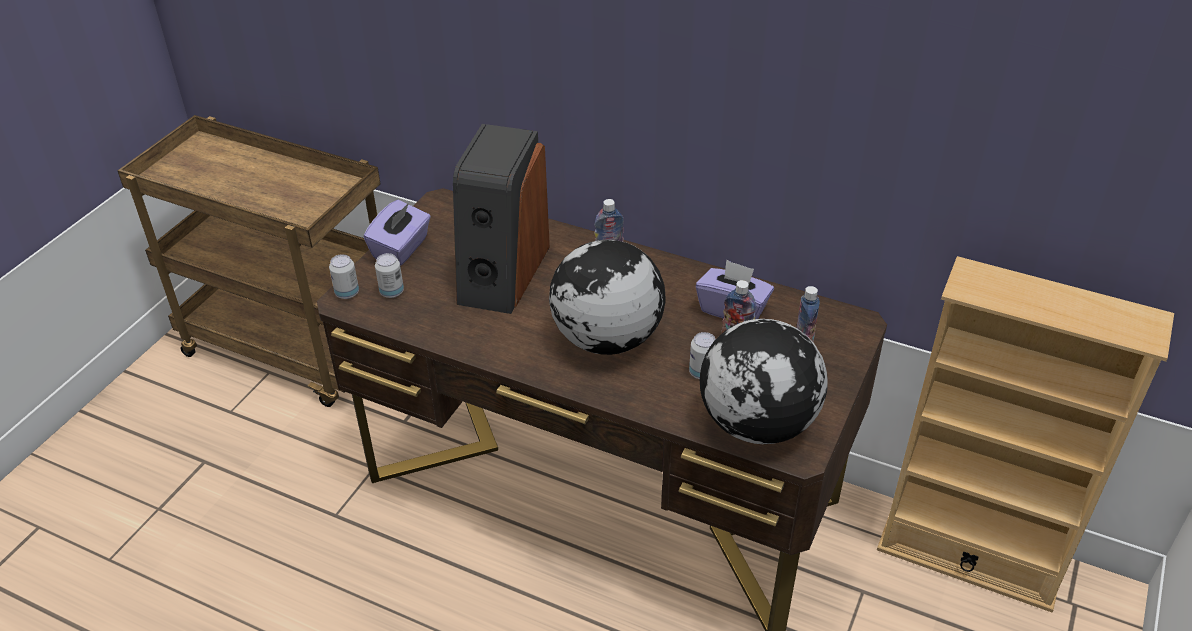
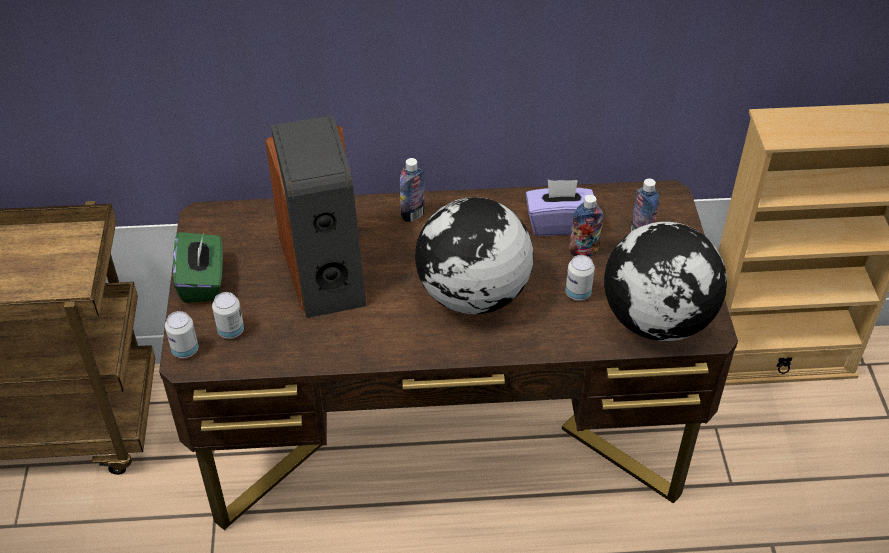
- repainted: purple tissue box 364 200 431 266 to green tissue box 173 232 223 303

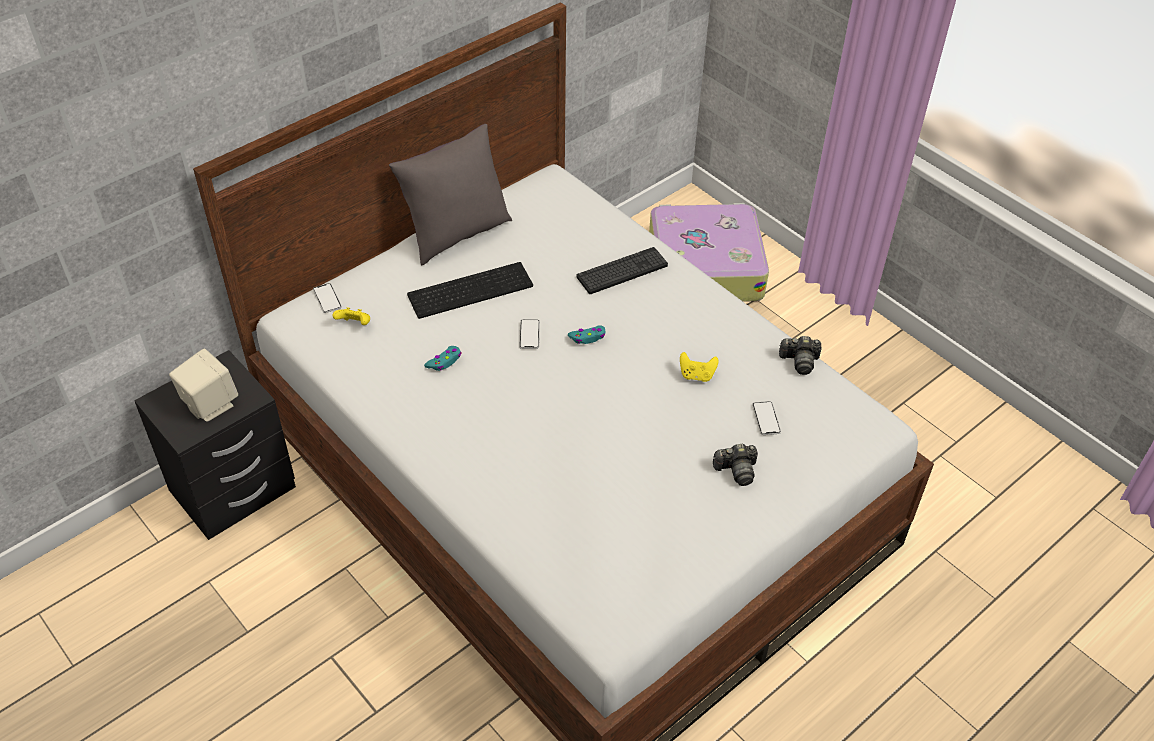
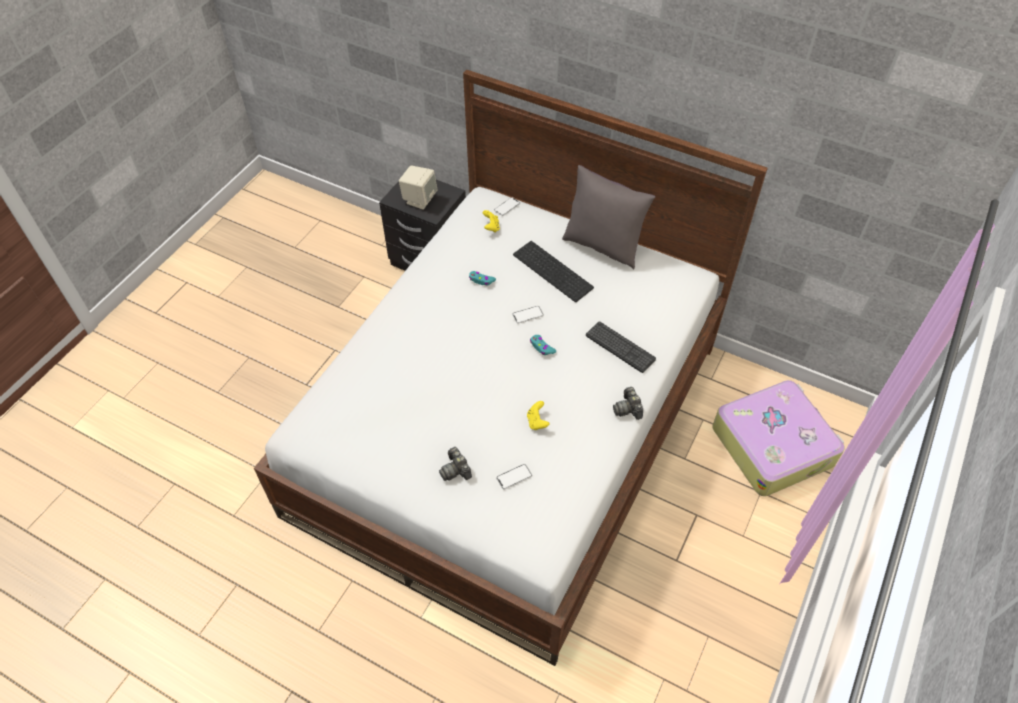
- shifted: photo camera 779 336 821 375 to 613 387 643 420

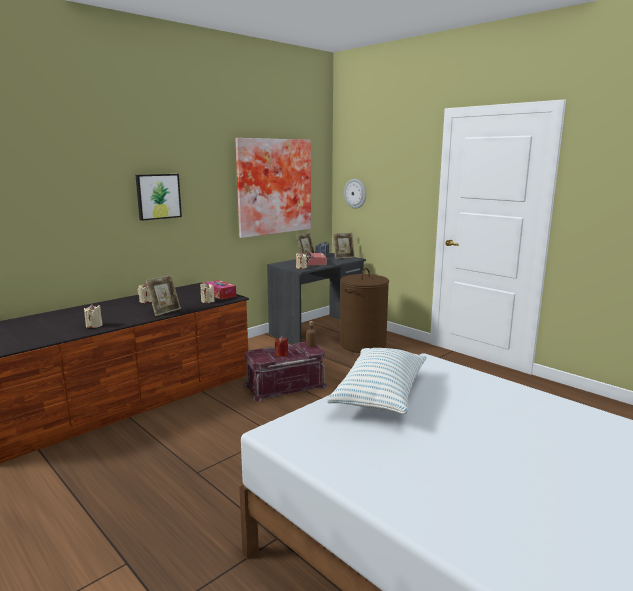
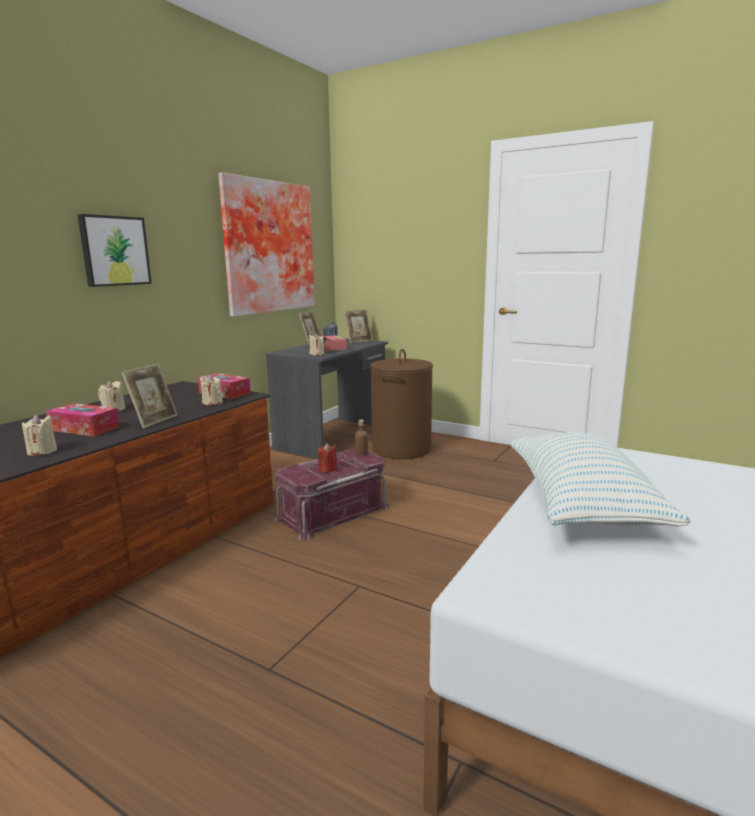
- gone: wall clock 344 179 366 209
- new: tissue box 46 403 119 437

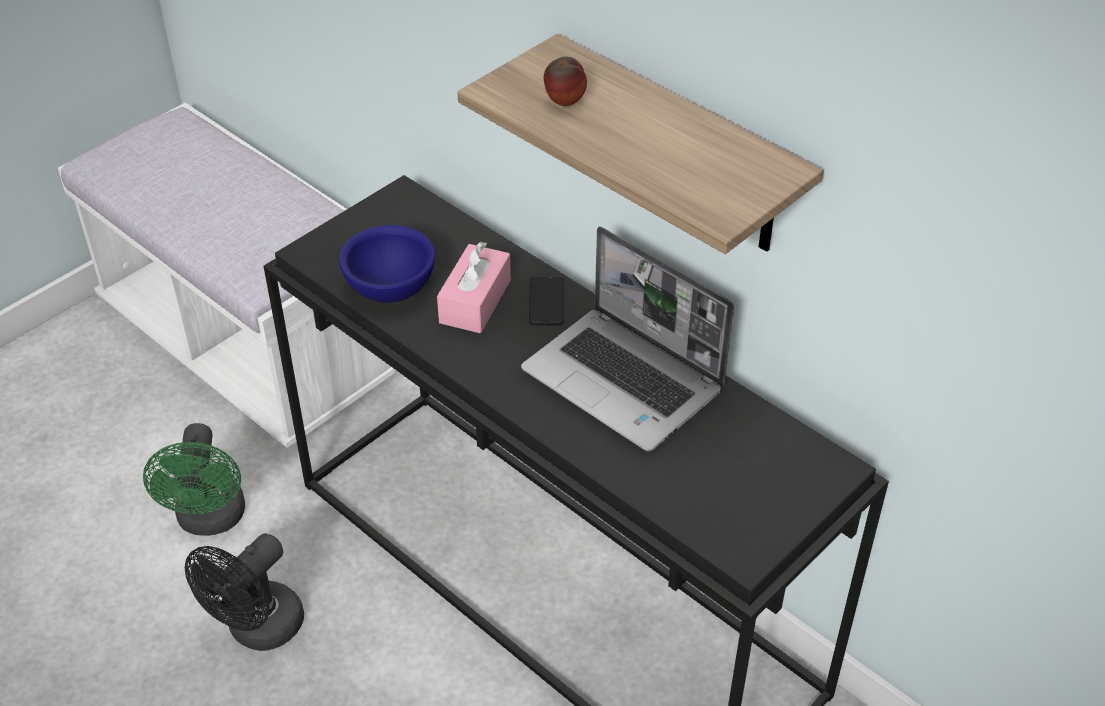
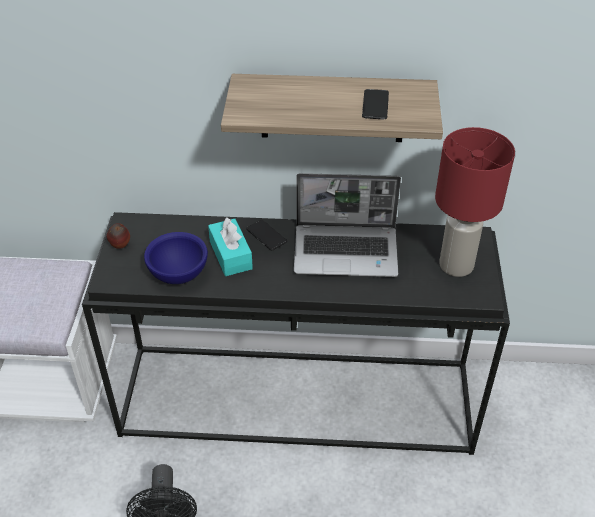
- gone: green fan 143 423 245 536
- new: phone 362 89 389 120
- new: red table lamp 435 127 515 277
- shifted: apple 544 57 587 106 to 107 223 130 249
- repainted: pink tissue box 437 241 511 333 to turquoise tissue box 208 217 253 276

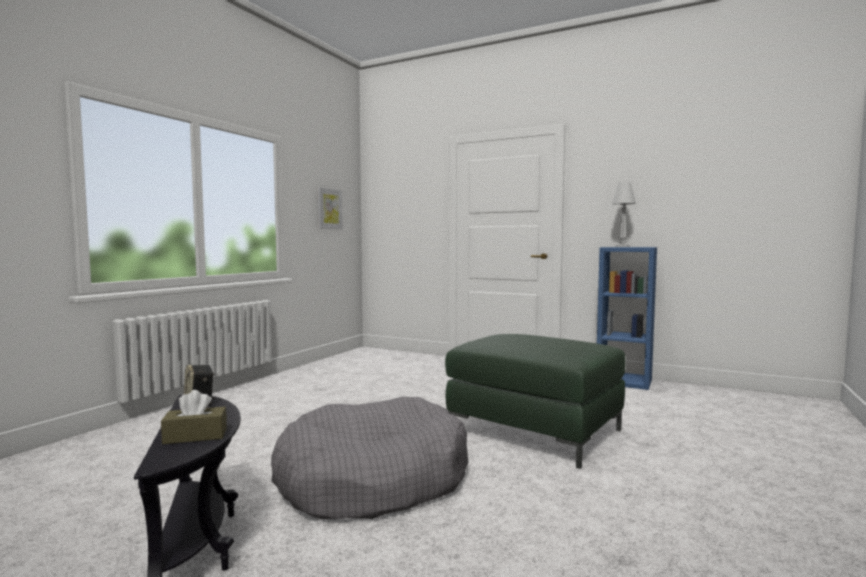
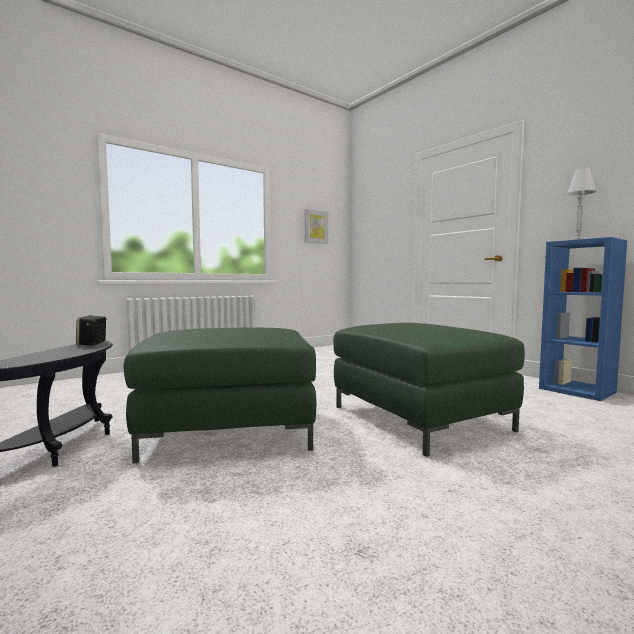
- gone: brown tissue box 161 390 227 444
- swapped: grey dog bed 271 397 468 519 to green ottoman 123 327 316 463

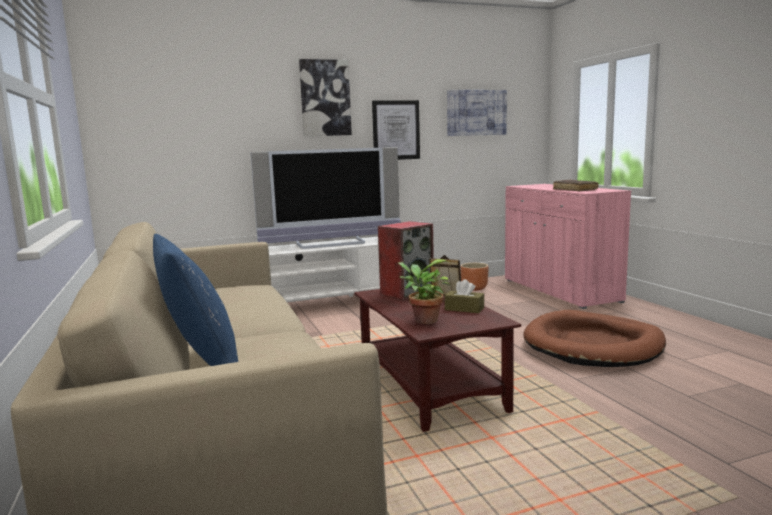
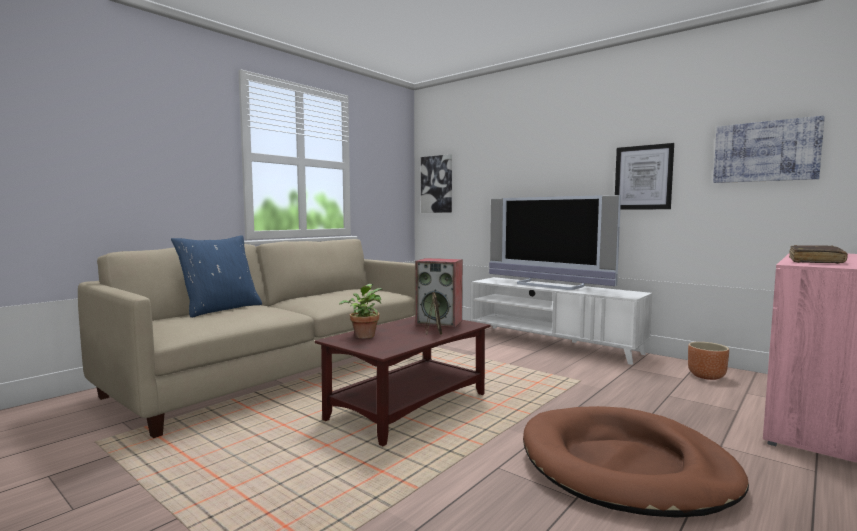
- gone: brown tissue box 445 279 484 313
- shifted: picture 299 59 352 136 to 421 154 452 213

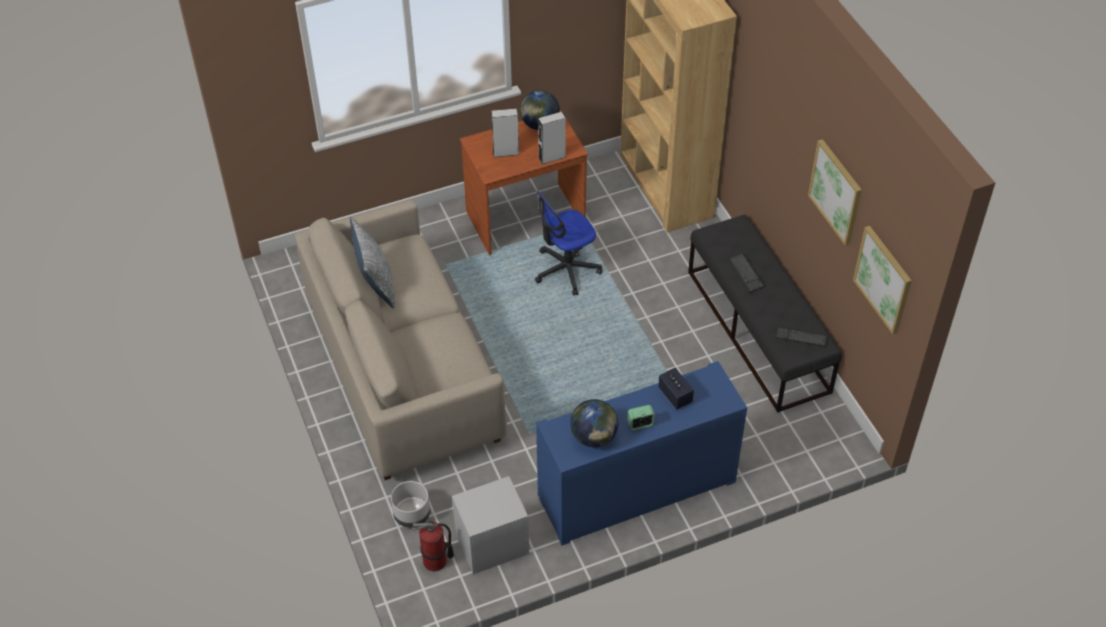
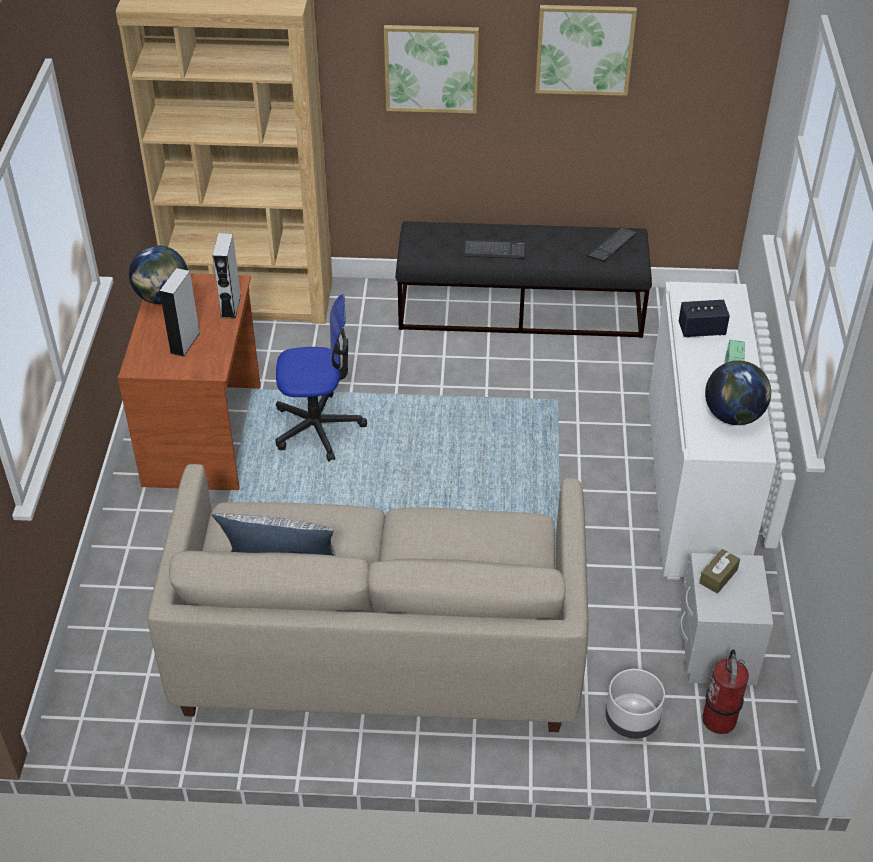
- new: brown tissue box 699 549 740 594
- shifted: picture 853 226 912 334 to 384 25 479 113
- repainted: blue cabinet 536 361 747 545 to white cabinet 648 282 777 580
- rotated: office chair 535 191 602 296 = 275 294 367 461 90 degrees counterclockwise

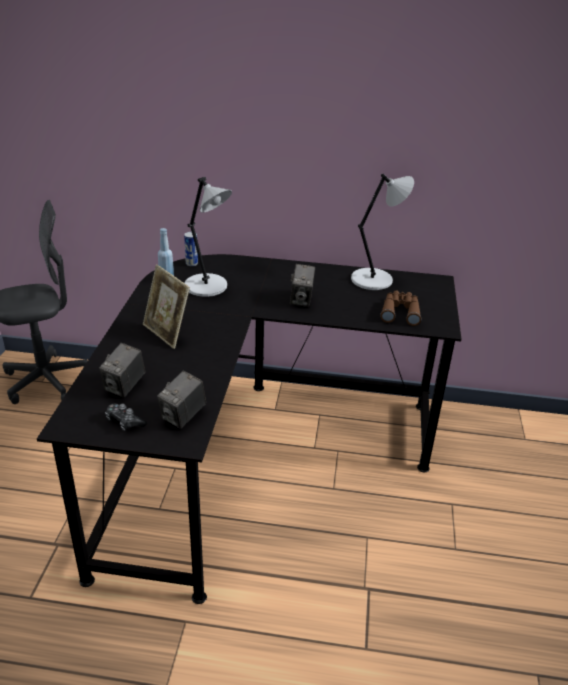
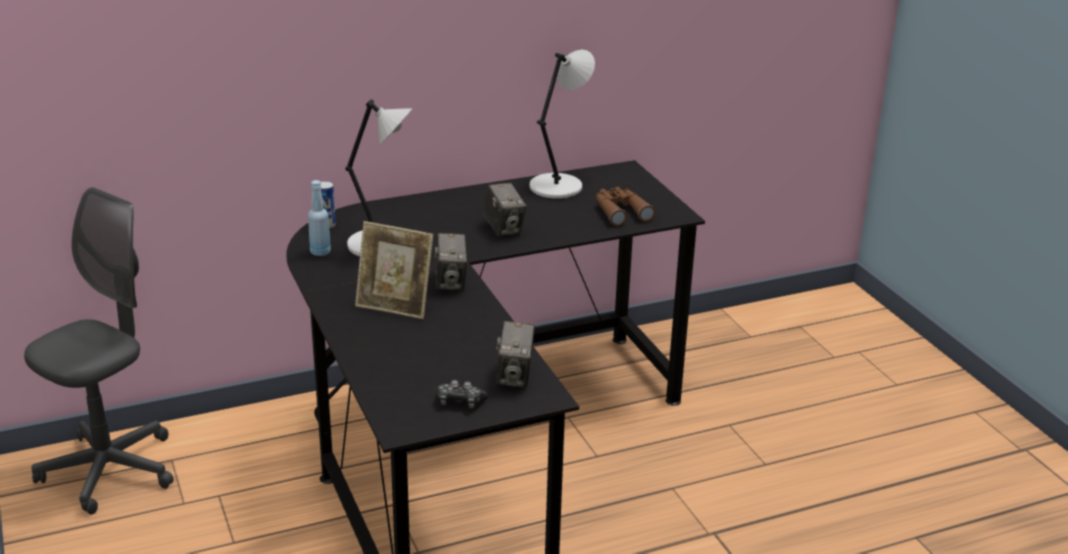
- shifted: photo camera 99 343 145 397 to 435 233 467 291

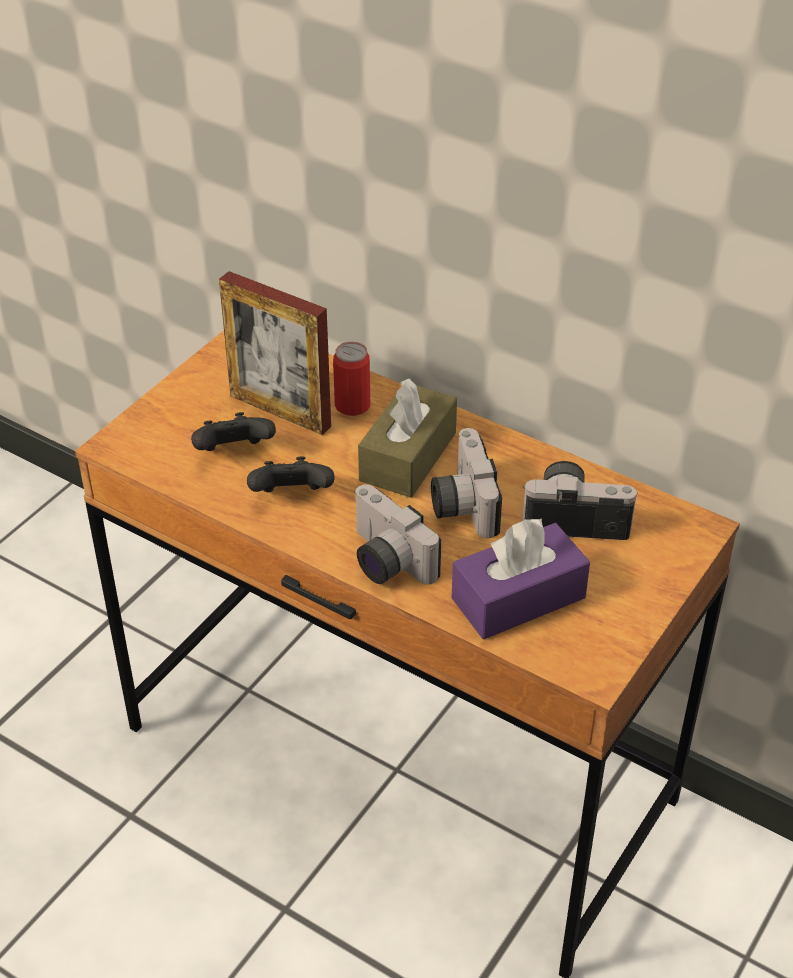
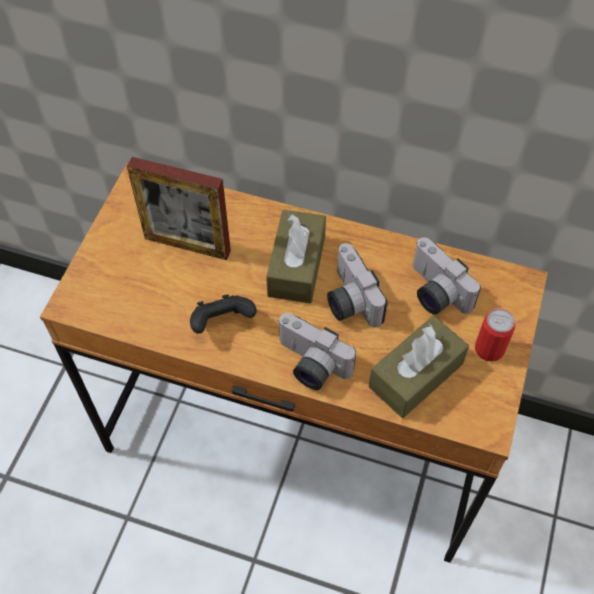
- gone: black game controller 191 412 276 451
- shifted: can 333 342 370 416 to 475 308 515 362
- repainted: purple tissue box 452 519 590 639 to brown tissue box 369 316 469 418
- rotated: photo camera 522 461 638 540 = 413 237 481 315 120 degrees counterclockwise

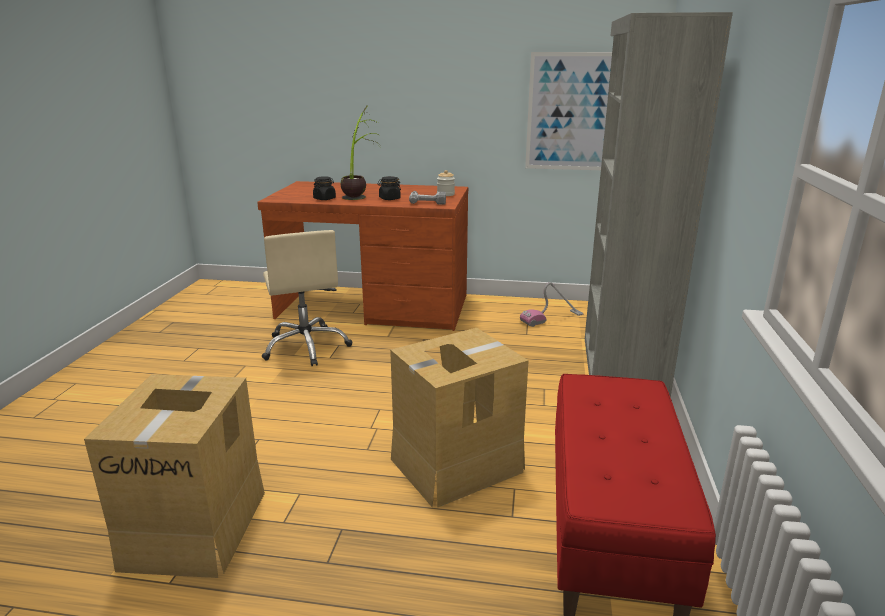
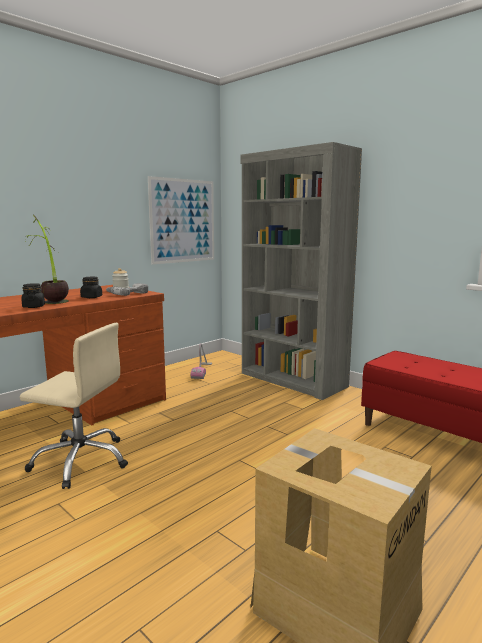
- gone: cardboard box 390 328 529 508

